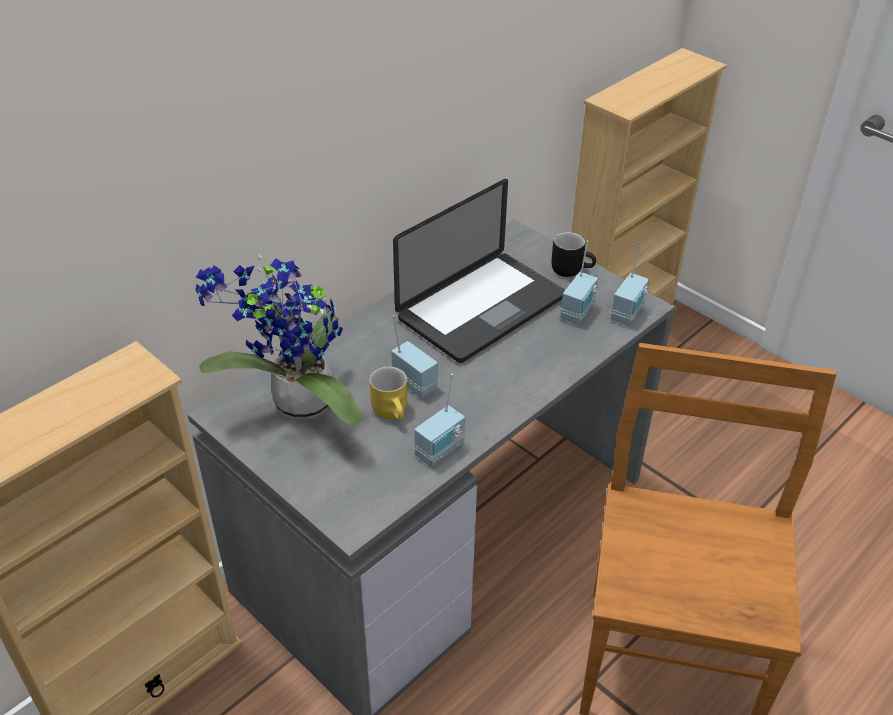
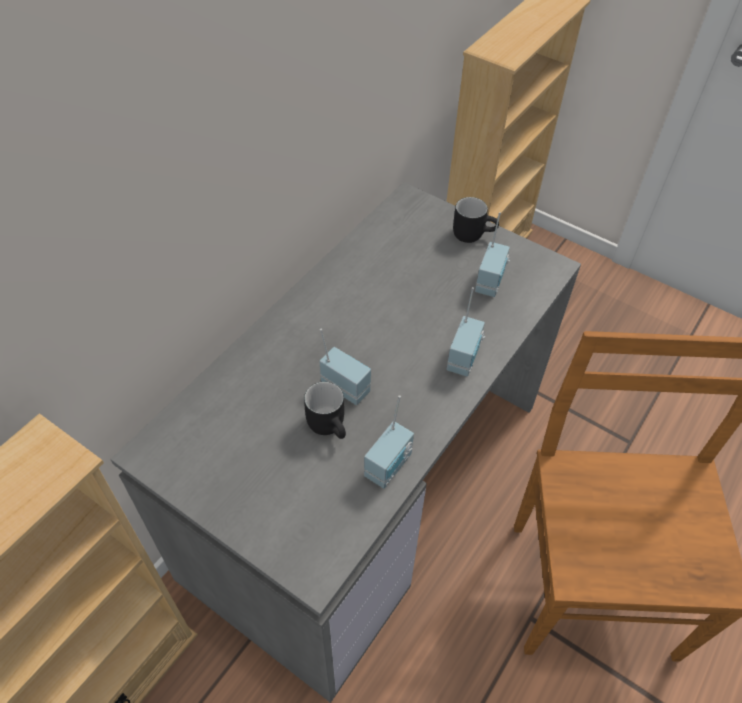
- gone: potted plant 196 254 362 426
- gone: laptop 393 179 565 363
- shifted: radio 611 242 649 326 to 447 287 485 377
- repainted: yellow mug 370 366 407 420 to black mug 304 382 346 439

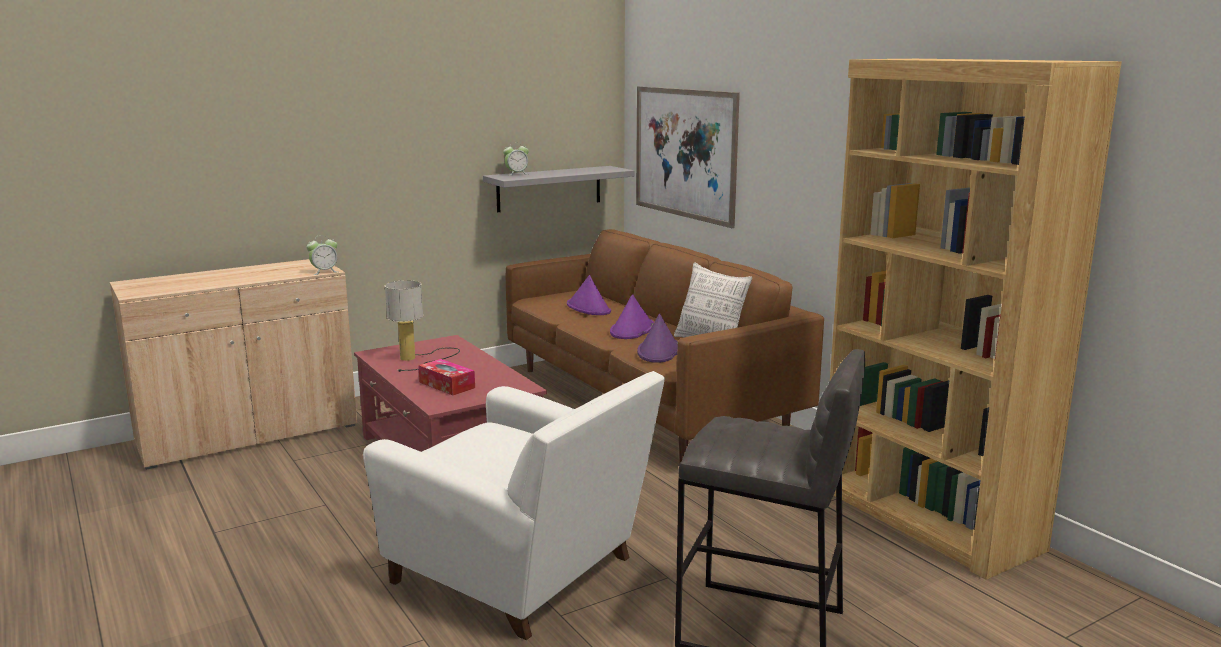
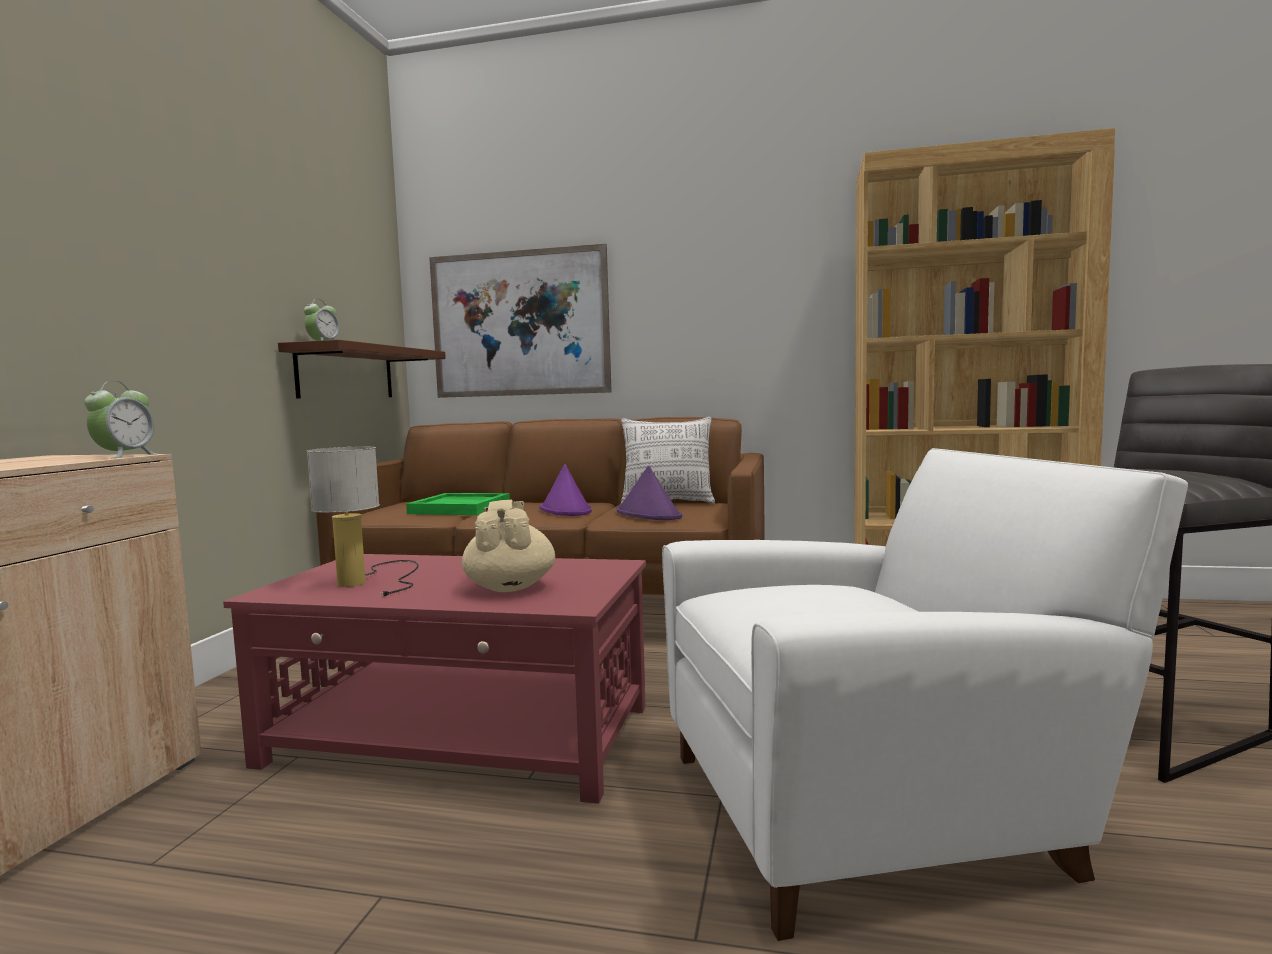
- swapped: tissue box 418 359 475 395 to beige teapot 462 500 555 592
- swapped: purple hat 567 275 611 315 to green tray 406 493 510 515
- repainted: grey shelf 483 166 634 212 to brown shelf 278 339 446 399

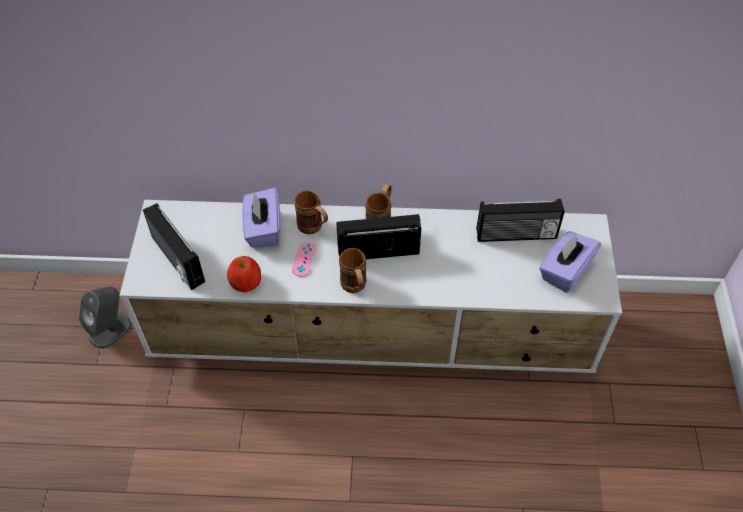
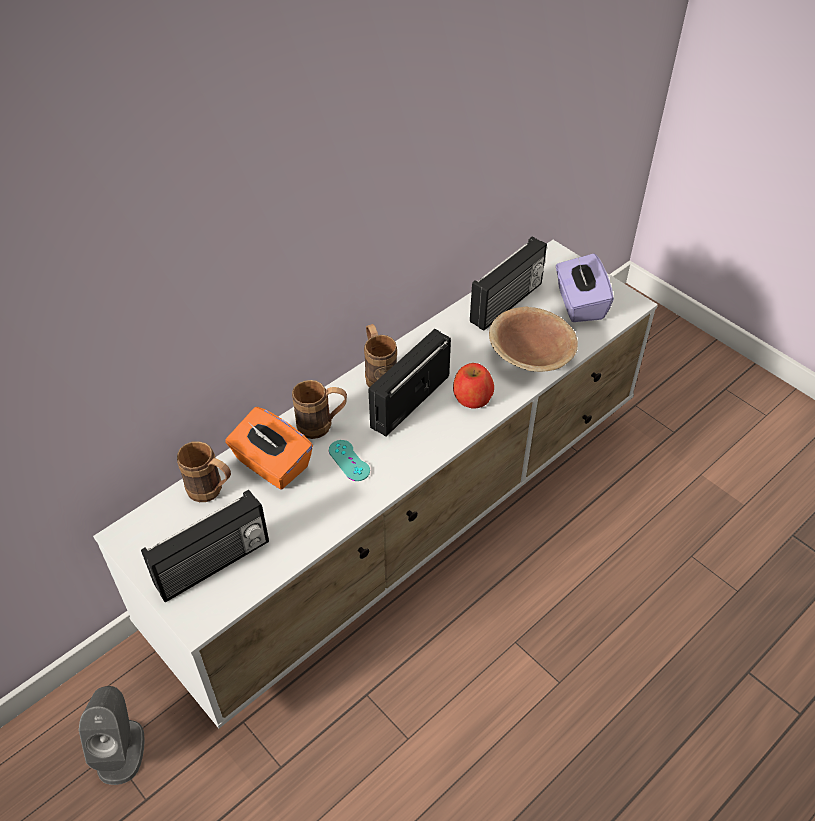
- new: brown bowl 489 307 578 372
- shifted: apple 227 256 261 292 to 453 363 494 408
- shifted: brown mug 339 248 367 293 to 177 441 231 502
- repainted: purple tissue box 242 187 281 247 to orange tissue box 225 407 313 490
- repainted: pink game controller 292 242 317 277 to turquoise game controller 329 440 370 481
- rotated: radio 143 203 205 291 = 141 490 269 602 45 degrees counterclockwise

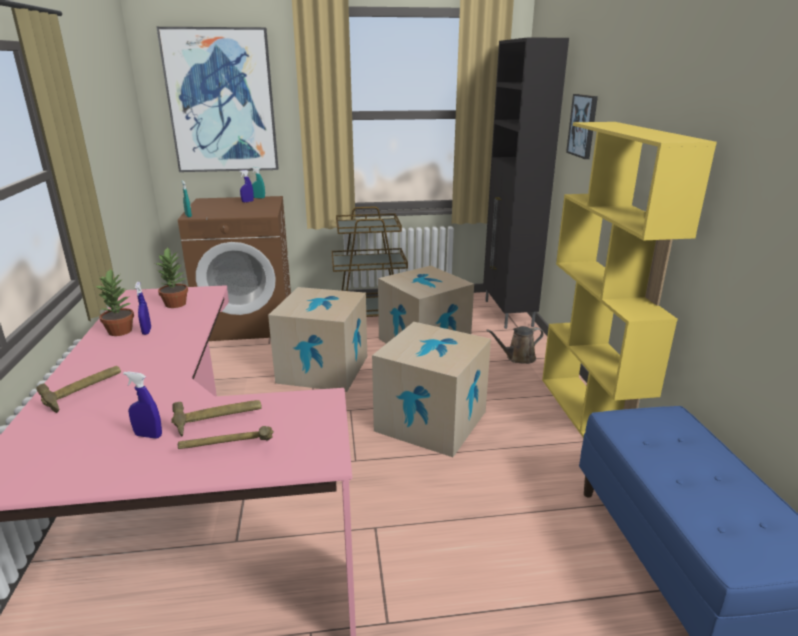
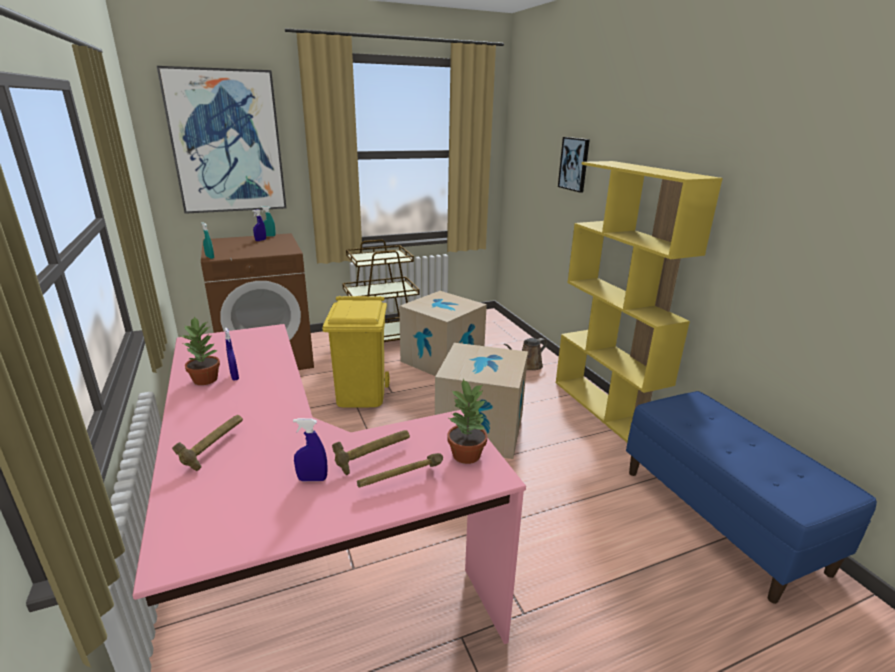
- gone: black cabinet 483 38 569 329
- shifted: potted plant 155 247 188 308 to 447 379 487 464
- swapped: cardboard box 268 287 367 392 to yellow trash can 322 296 389 408

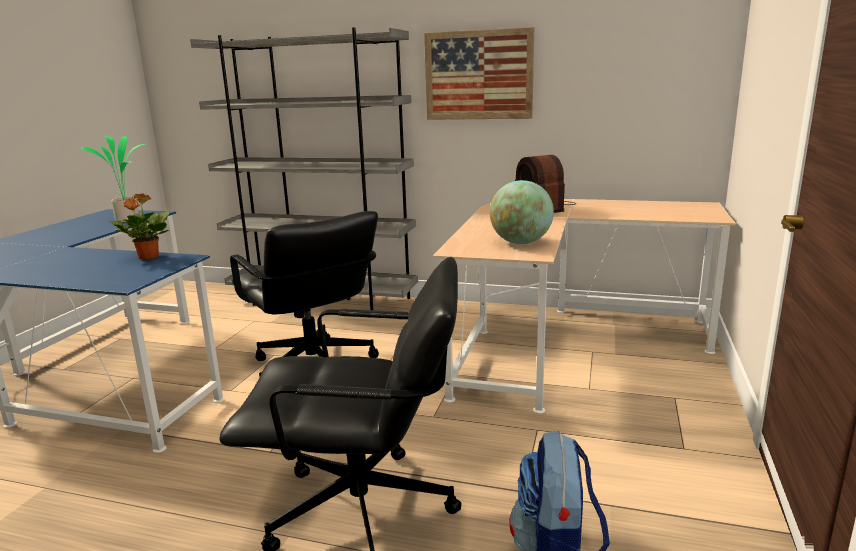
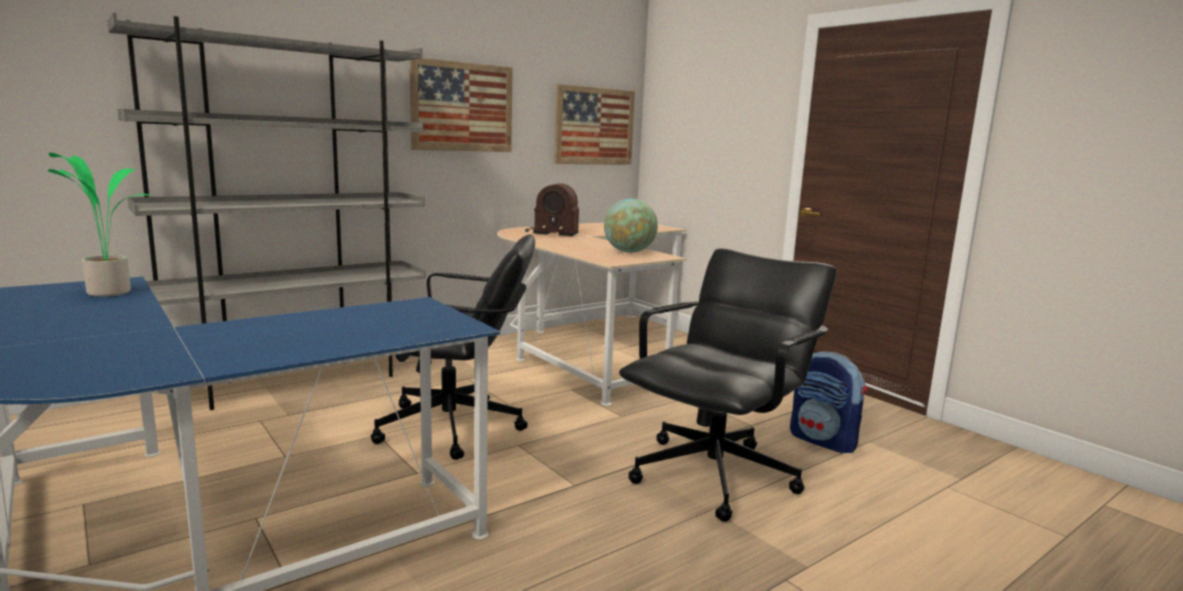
- gone: potted plant 110 194 169 259
- new: picture 554 84 635 165

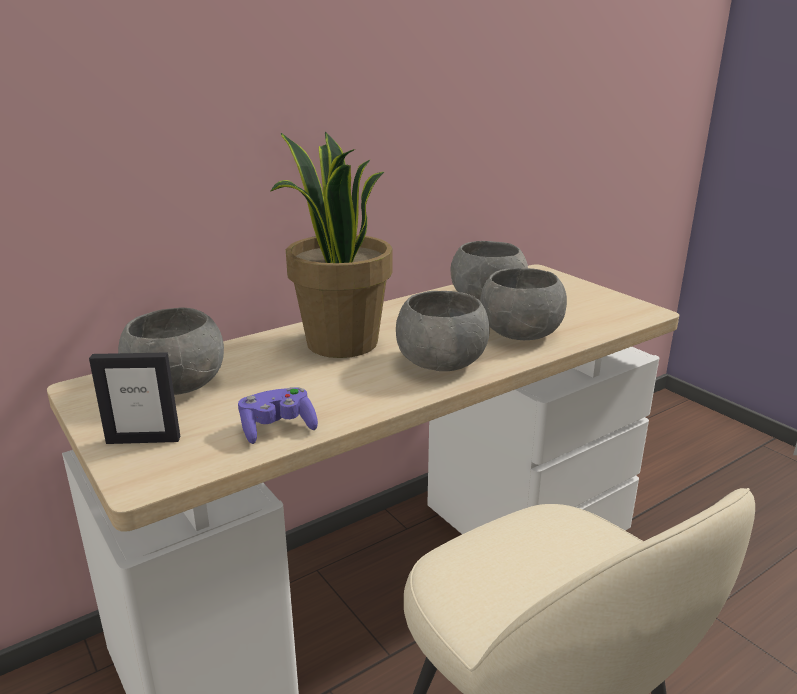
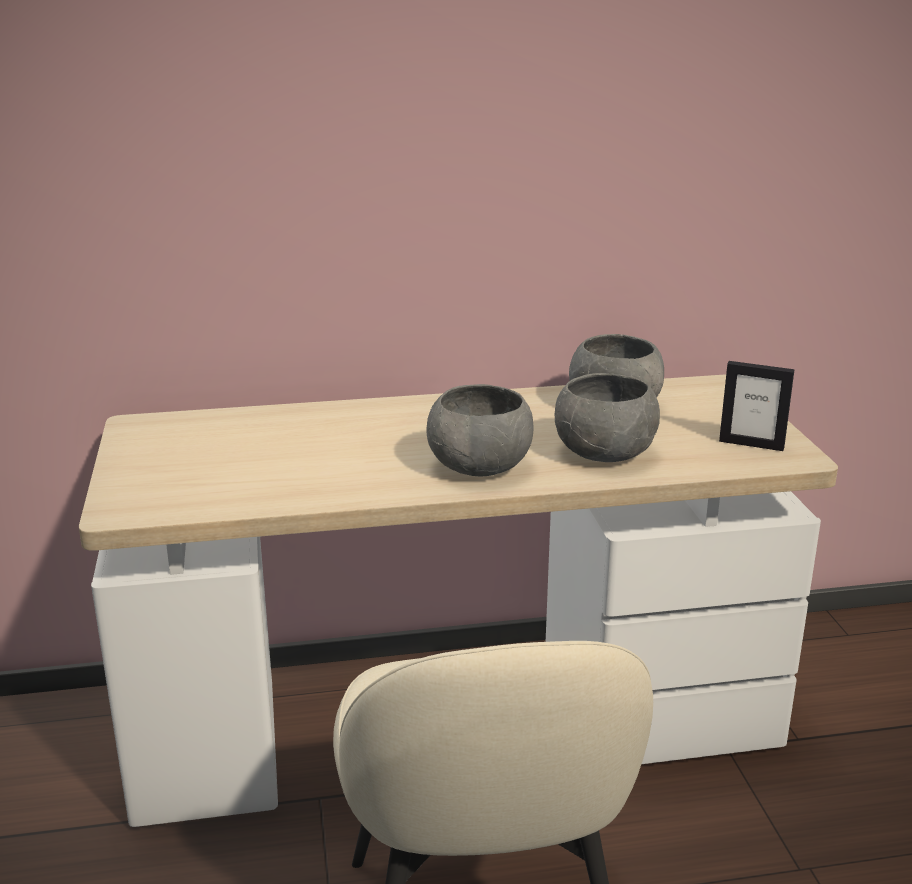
- gone: grey bowl 118 307 224 395
- gone: purple game controller 238 387 318 444
- gone: potted plant 271 131 393 358
- shifted: picture frame 89 352 181 444 to 719 361 795 451

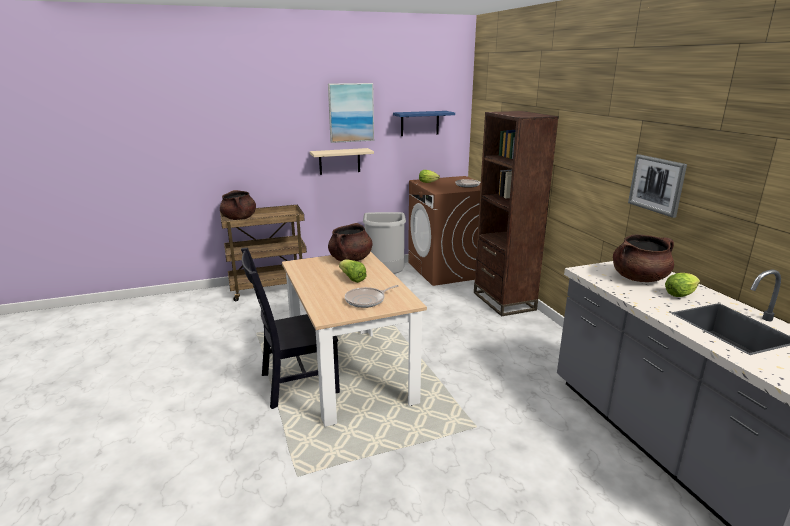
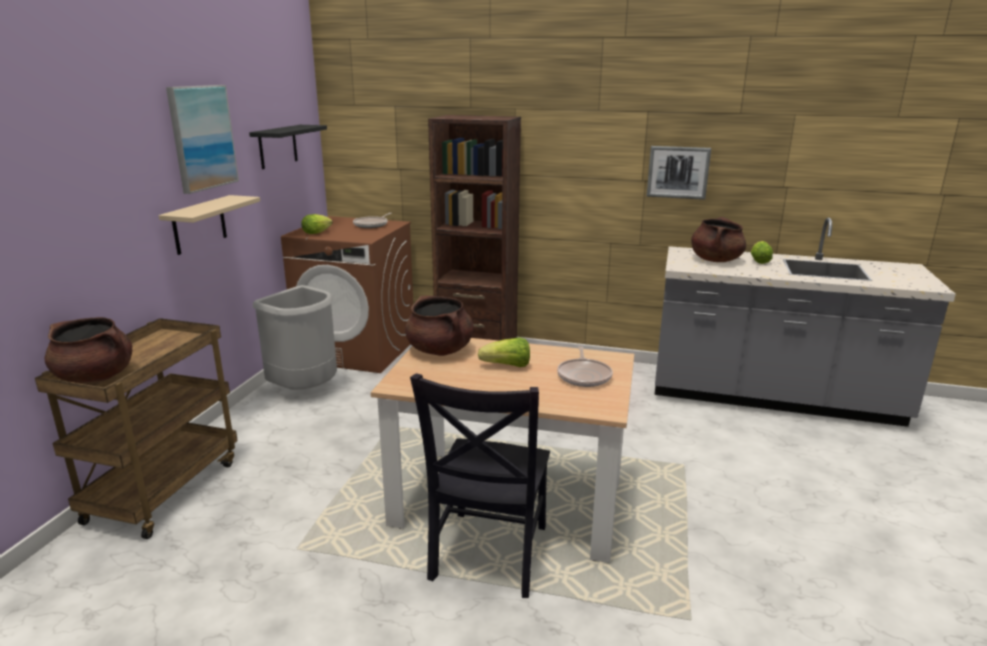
- repainted: blue shelf 393 111 455 136 to black shelf 249 125 327 169

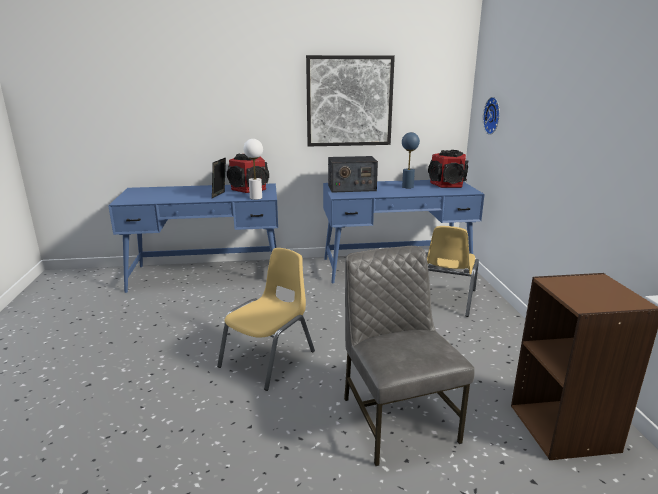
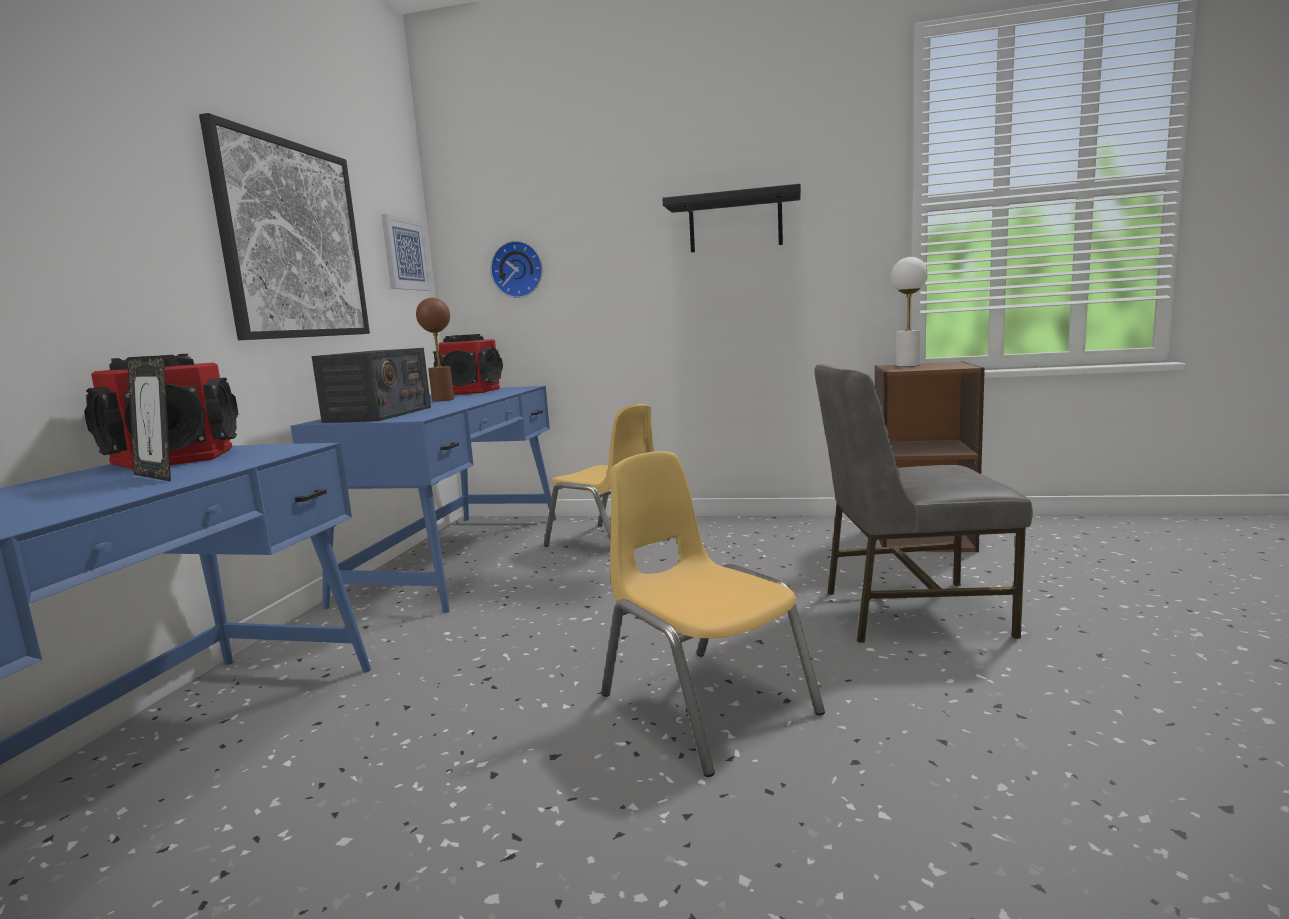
- new: picture 381 214 431 291
- new: black shelf 662 184 801 253
- shifted: white table lamp 244 139 263 200 to 891 257 928 367
- repainted: blue table lamp 402 132 420 188 to brown table lamp 416 298 454 401

